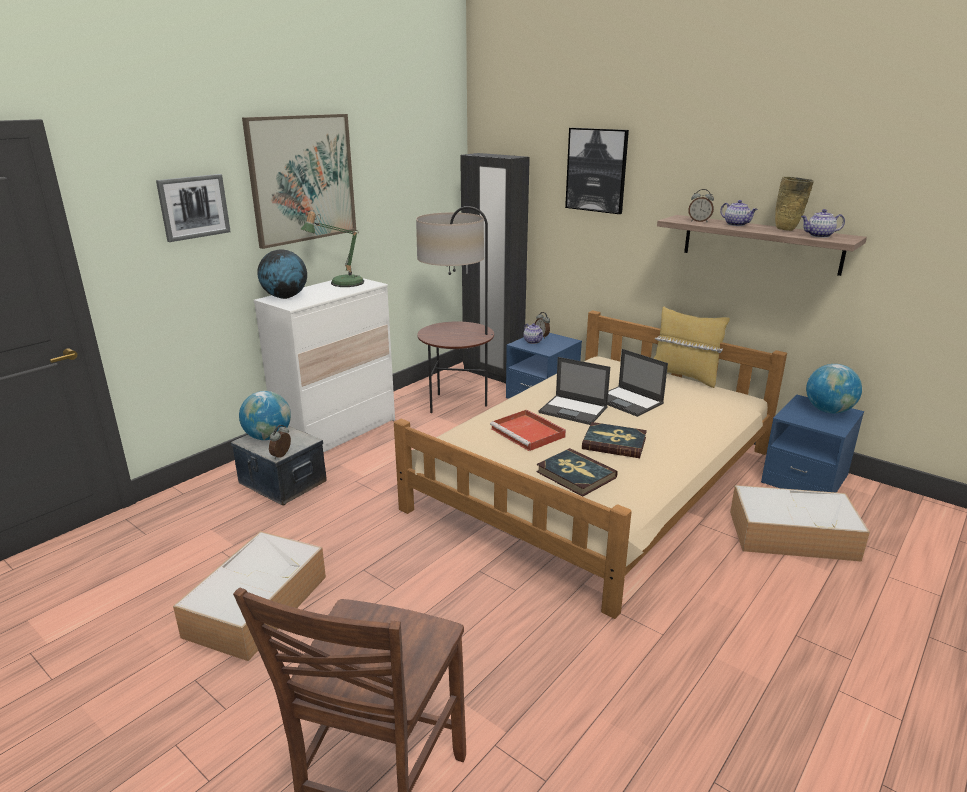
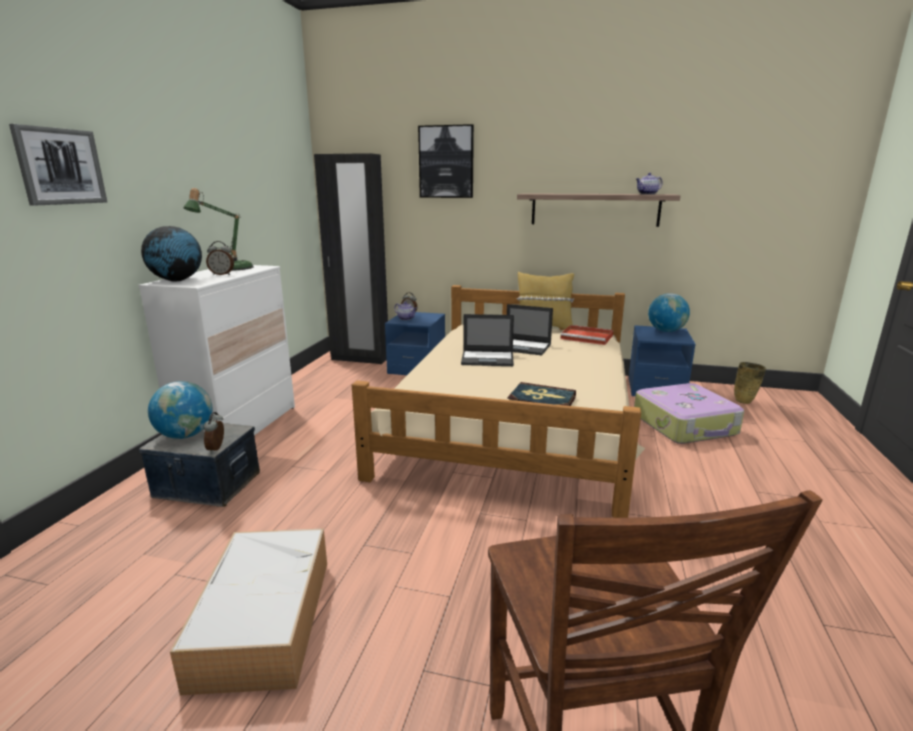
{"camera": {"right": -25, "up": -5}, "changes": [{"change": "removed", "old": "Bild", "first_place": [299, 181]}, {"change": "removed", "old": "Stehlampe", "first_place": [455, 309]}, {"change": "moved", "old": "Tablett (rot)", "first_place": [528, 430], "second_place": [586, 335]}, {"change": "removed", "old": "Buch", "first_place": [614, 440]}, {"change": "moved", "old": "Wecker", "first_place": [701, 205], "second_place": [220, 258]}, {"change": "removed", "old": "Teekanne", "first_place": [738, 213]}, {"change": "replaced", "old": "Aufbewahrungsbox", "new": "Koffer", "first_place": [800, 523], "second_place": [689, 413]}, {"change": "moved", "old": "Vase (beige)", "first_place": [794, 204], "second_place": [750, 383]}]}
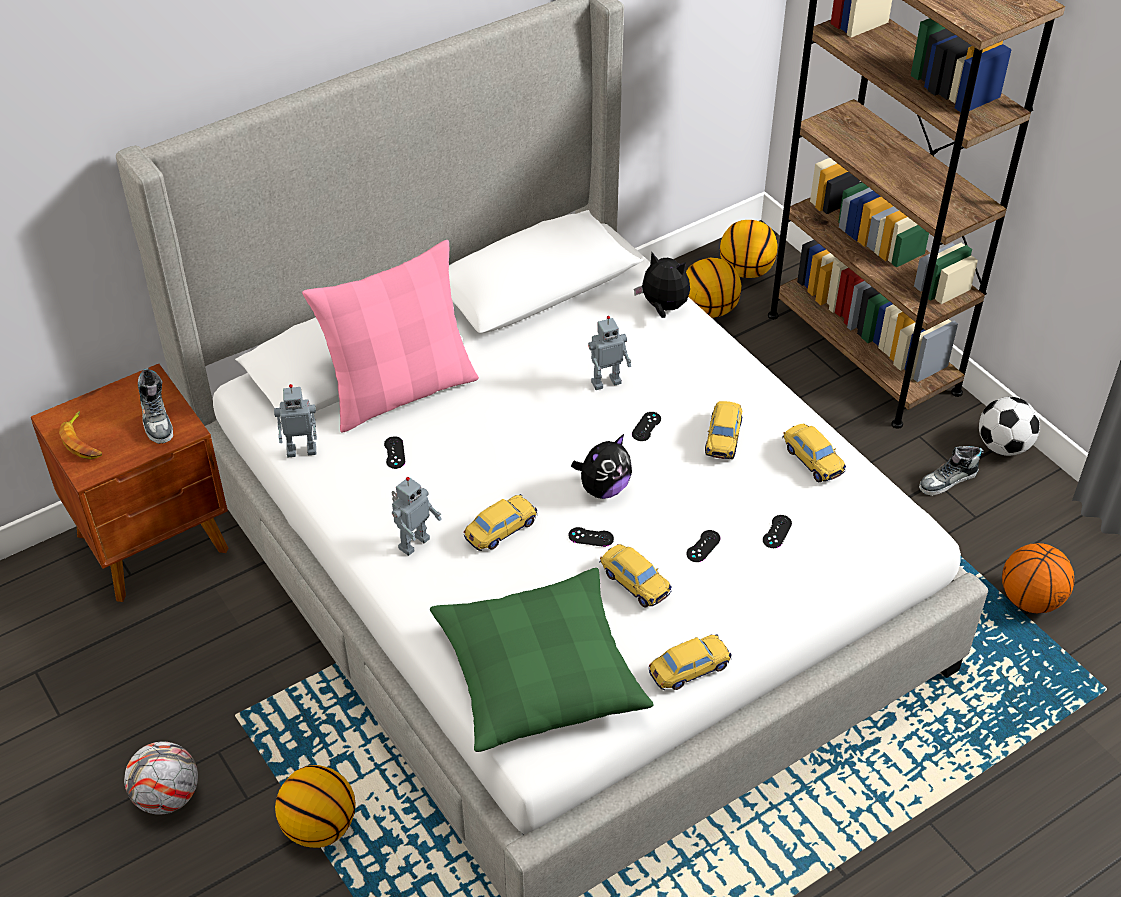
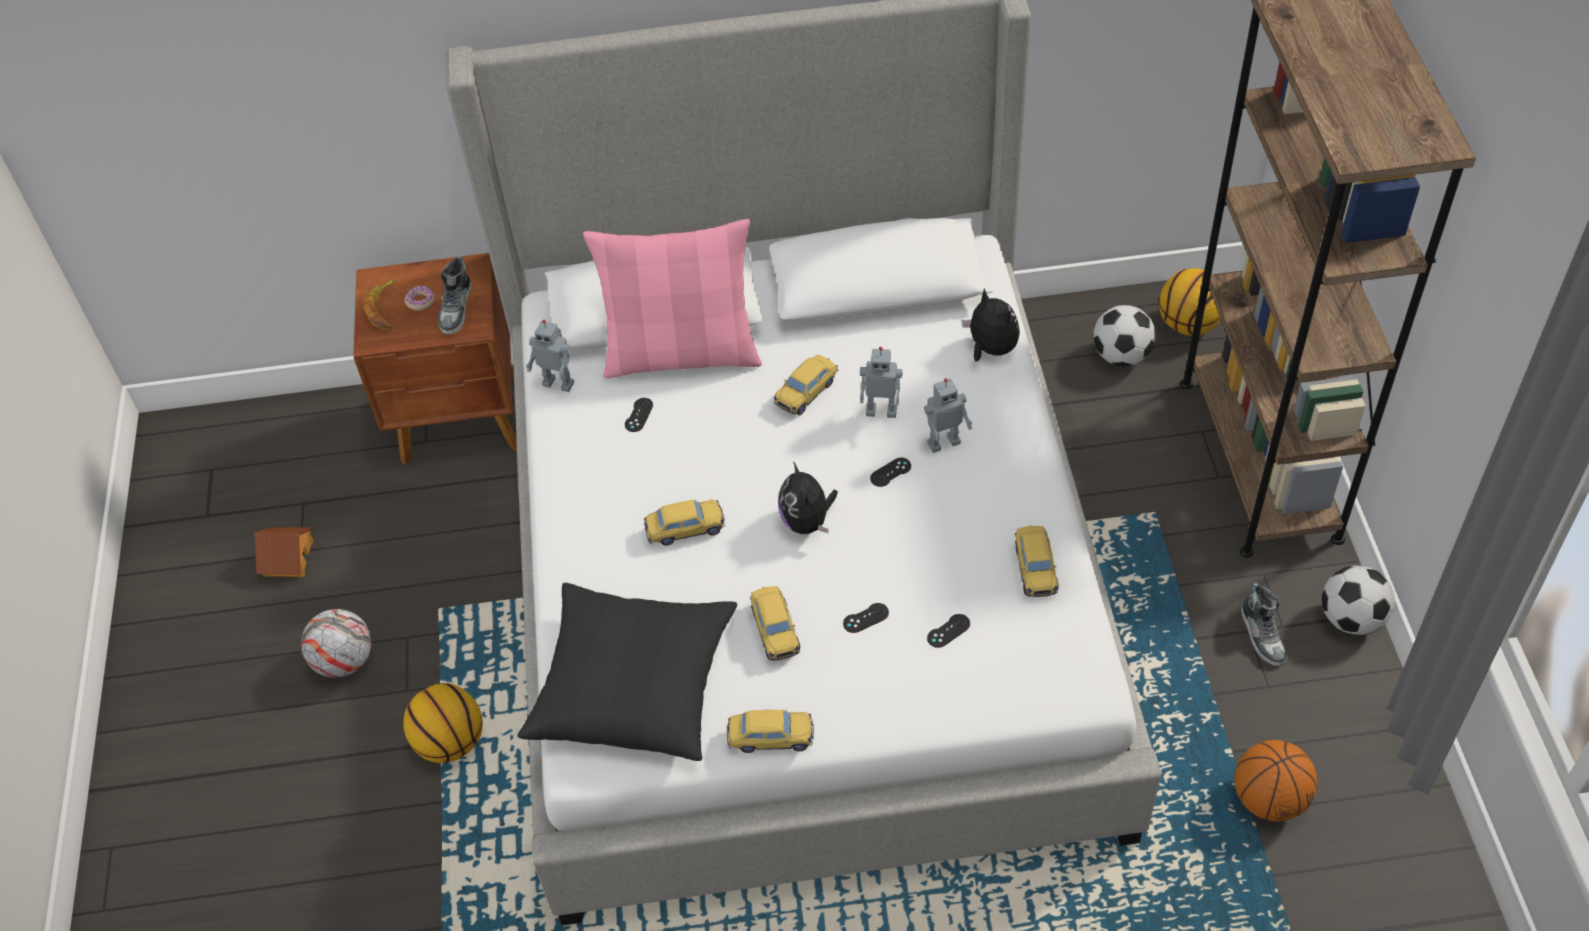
{"camera": {"right": 30, "up": 5}, "changes": [{"change": "moved", "old": "Spielzeugroboter", "first_place": [417, 516], "second_place": [948, 415]}, {"change": "recoloured", "old": "Kissen (grün)", "new": "Kissen (schwarz)", "first_place": [542, 660], "second_place": [627, 672]}, {"change": "removed", "old": "Gamepad (schwarz)", "first_place": [591, 537]}, {"change": "turned", "old": "Plüschtier", "first_place": [601, 466], "second_place": [808, 498], "degrees": 90}, {"change": "replaced", "old": "Basketball", "new": "Fußball", "first_place": [713, 288], "second_place": [1124, 335]}, {"change": "moved", "old": "Spielzeugauto", "first_place": [723, 430], "second_place": [806, 385]}, {"change": "turned", "old": "Schuh", "first_place": [951, 471], "second_place": [1264, 624], "degrees": -105}, {"change": "added", "new": "Spielzeughaus", "second_place": [284, 552]}, {"change": "added", "new": "Donut", "second_place": [420, 298]}]}
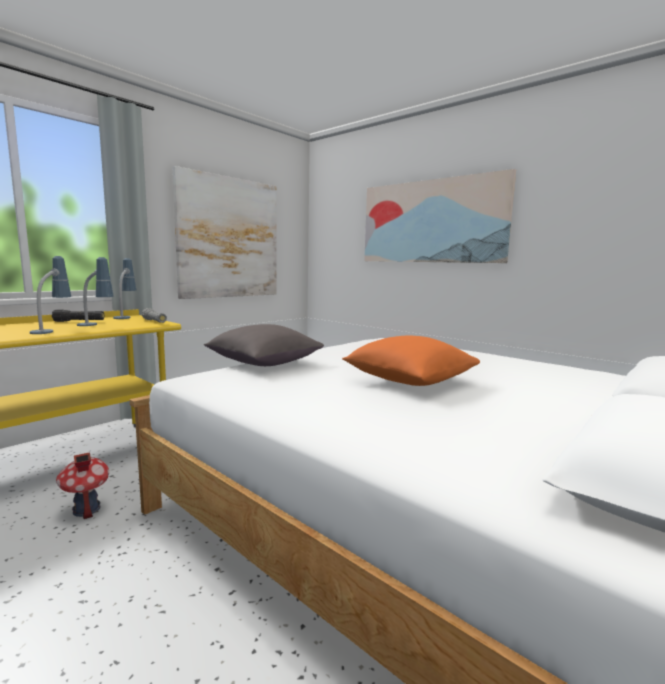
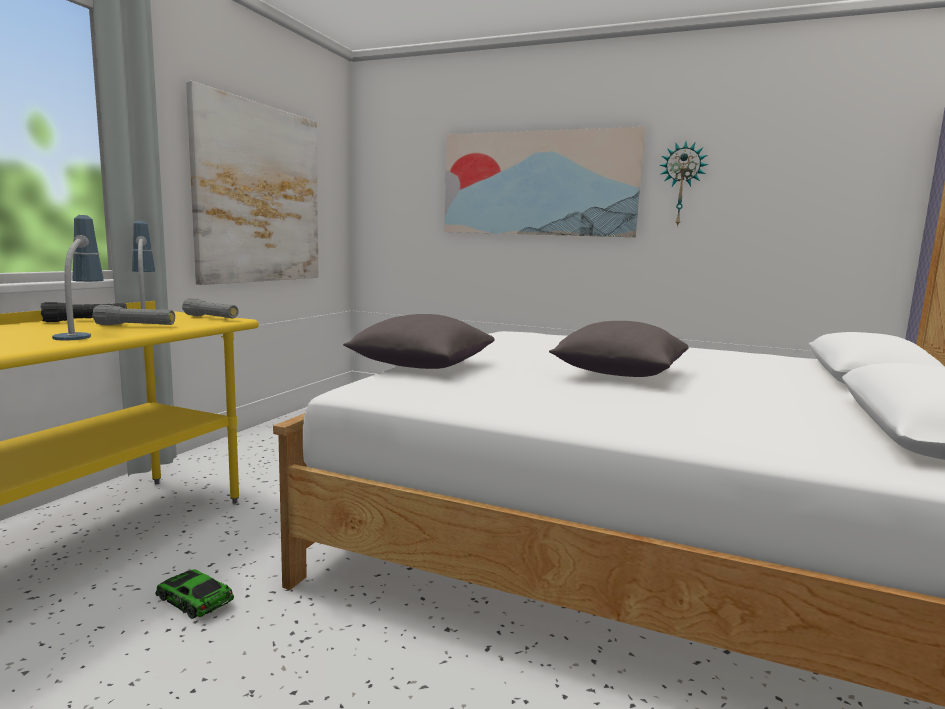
{"camera": {"right": -20, "up": 0}, "changes": [{"change": "replaced", "old": "Spielzeughaus", "new": "Spielzeugauto", "first_place": [82, 485], "second_place": [194, 594]}, {"change": "replaced", "old": "Tischlampe", "new": "Taschenlampe (grau)", "first_place": [95, 291], "second_place": [133, 315]}, {"change": "recoloured", "old": "Kissen (orange)", "new": "Kissen (grau)", "first_place": [411, 360], "second_place": [619, 349]}, {"change": "added", "new": "Wanduhr", "second_place": [683, 184]}]}
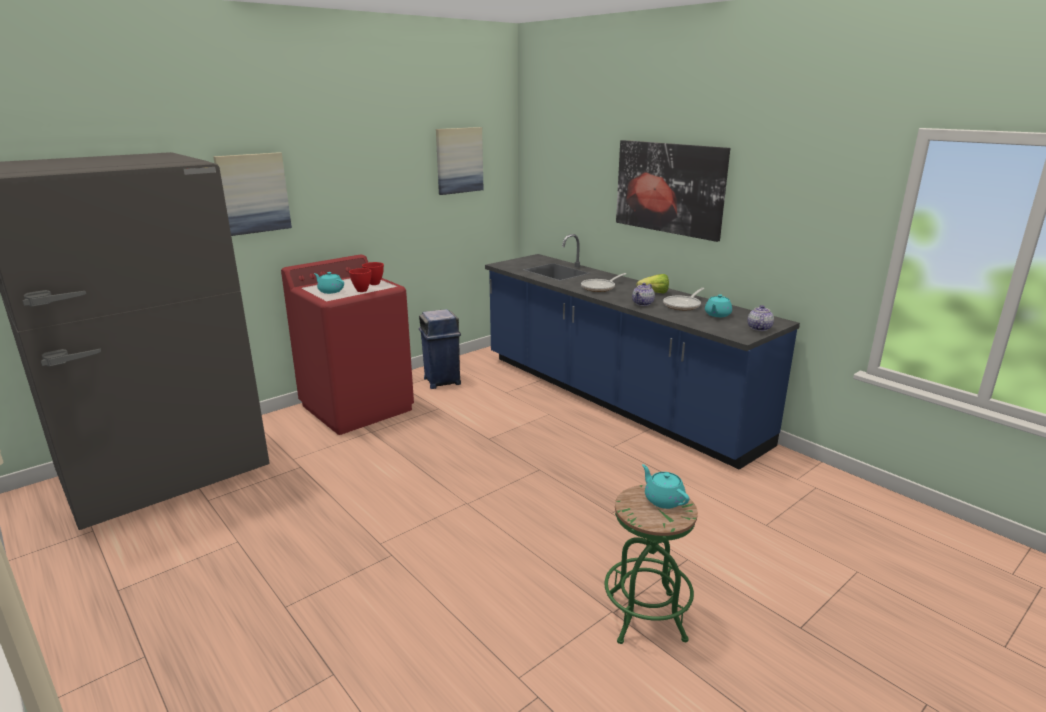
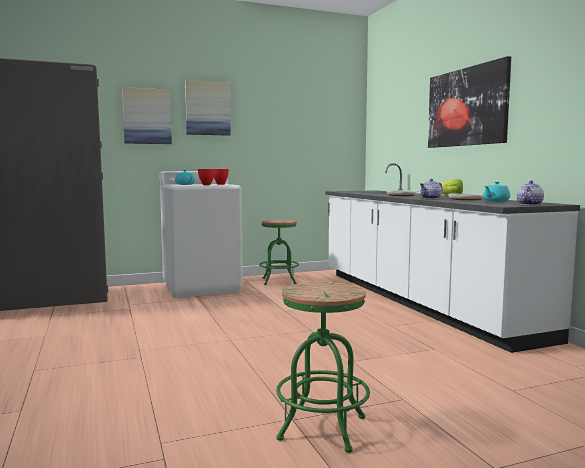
{"camera": {"right": 20, "up": -15}, "changes": [{"change": "recoloured", "old": "Waschmaschine (rot)", "new": "Waschmaschine (weiß)", "first_place": [347, 344], "second_place": [201, 234]}, {"change": "replaced", "old": "Mülleimer (blau)", "new": "Hocker (grün)", "first_place": [440, 349], "second_place": [279, 252]}, {"change": "moved", "old": "Bild", "first_place": [460, 161], "second_place": [208, 108]}, {"change": "recoloured", "old": "Küchenzeile (blau)", "new": "Küchenzeile (weiß)", "first_place": [642, 352], "second_place": [452, 258]}, {"change": "removed", "old": "Teekanne (türkis)", "first_place": [665, 486]}]}
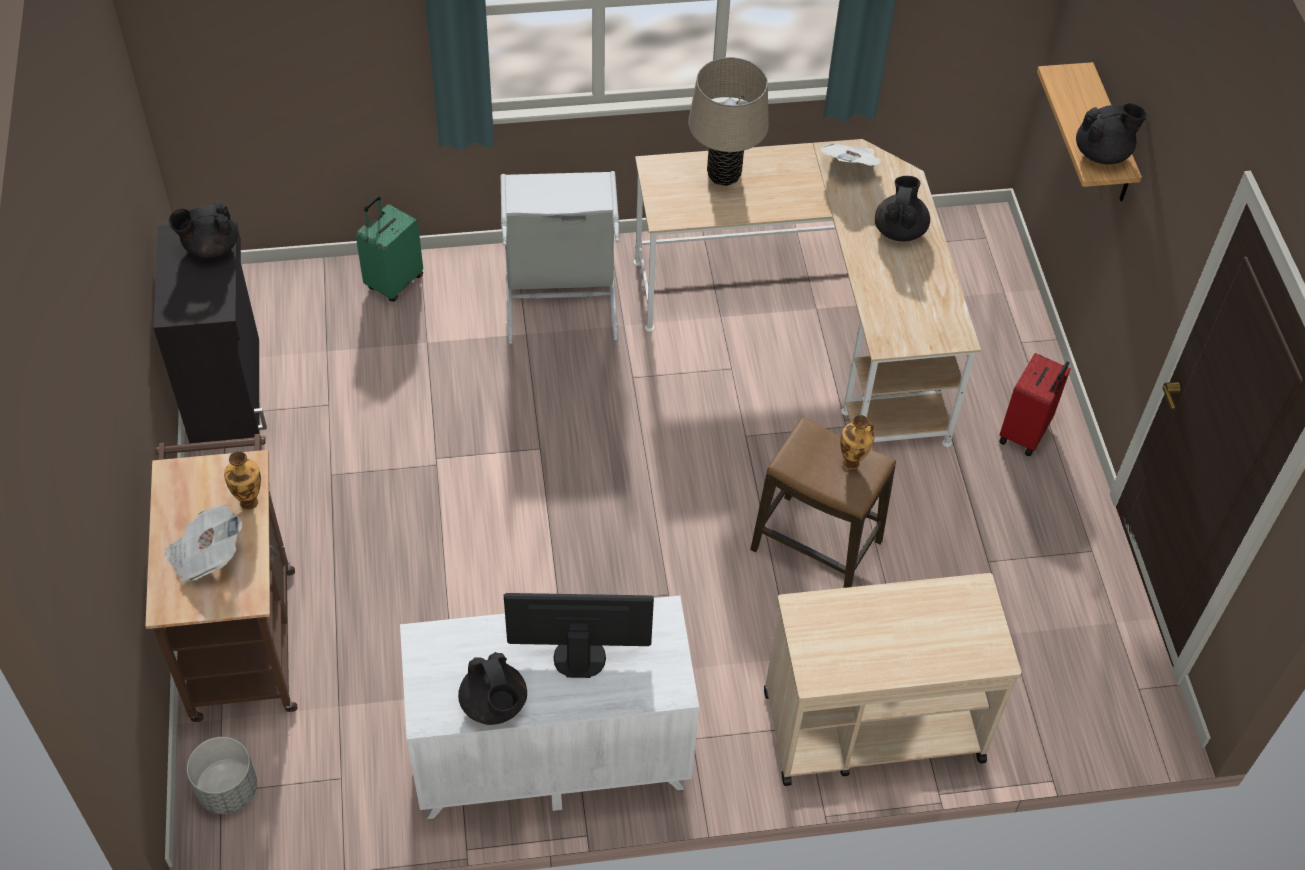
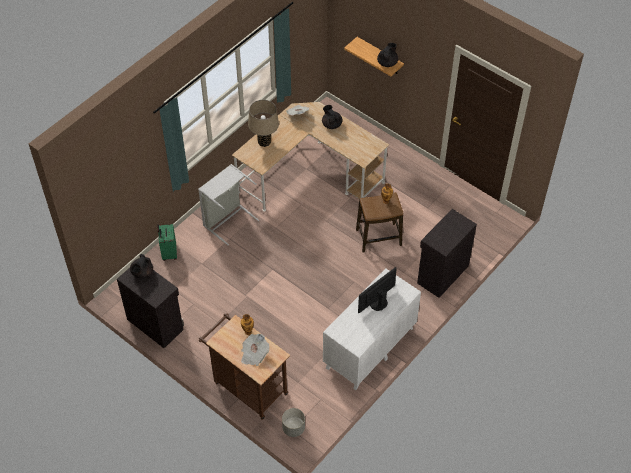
{"camera": {"right": -40, "up": 0}, "changes": [{"change": "removed", "old": "Teekanne (schwarz)", "first_place": [492, 688]}, {"change": "replaced", "old": "Rollwagen (beige)", "new": "Schrank (schwarz)", "first_place": [892, 679], "second_place": [447, 253]}, {"change": "removed", "old": "Koffer (rot)", "first_place": [1035, 404]}]}
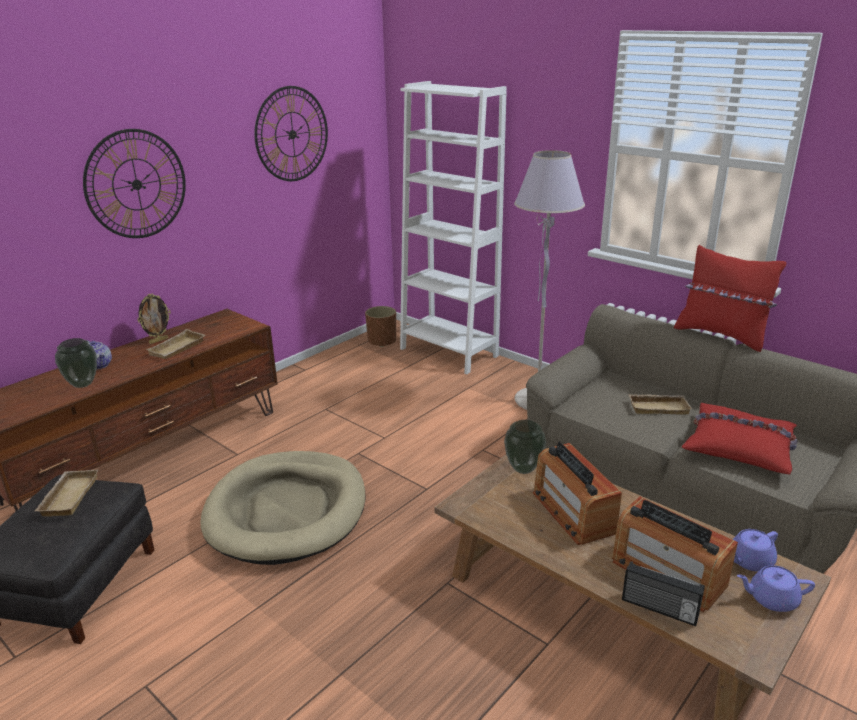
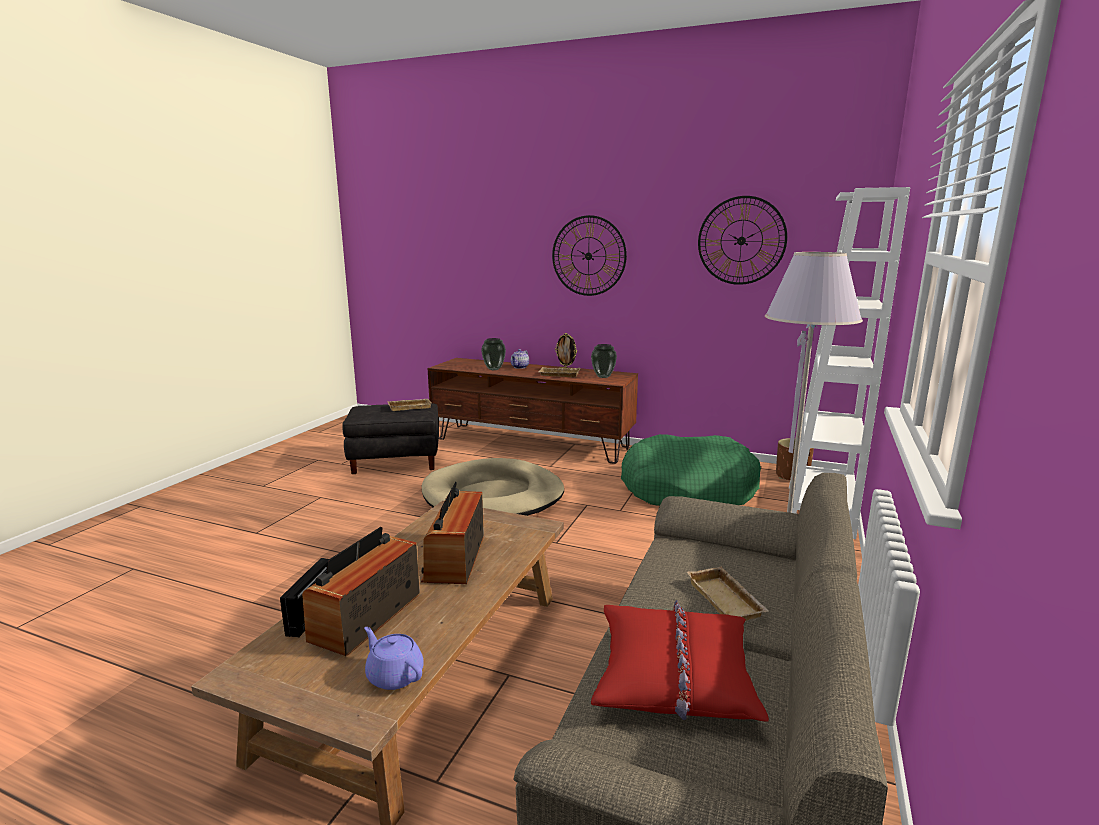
{"camera": {"right": 70, "up": -10}, "changes": [{"change": "moved", "old": "Vase", "first_place": [525, 447], "second_place": [604, 361]}, {"change": "turned", "old": "Radio", "first_place": [577, 493], "second_place": [452, 533], "degrees": -45}, {"change": "removed", "old": "Kissen (rot)", "first_place": [730, 298]}, {"change": "removed", "old": "Teekanne (lila)", "first_place": [776, 588]}, {"change": "added", "new": "Hundebett (grün)", "second_place": [691, 470]}]}
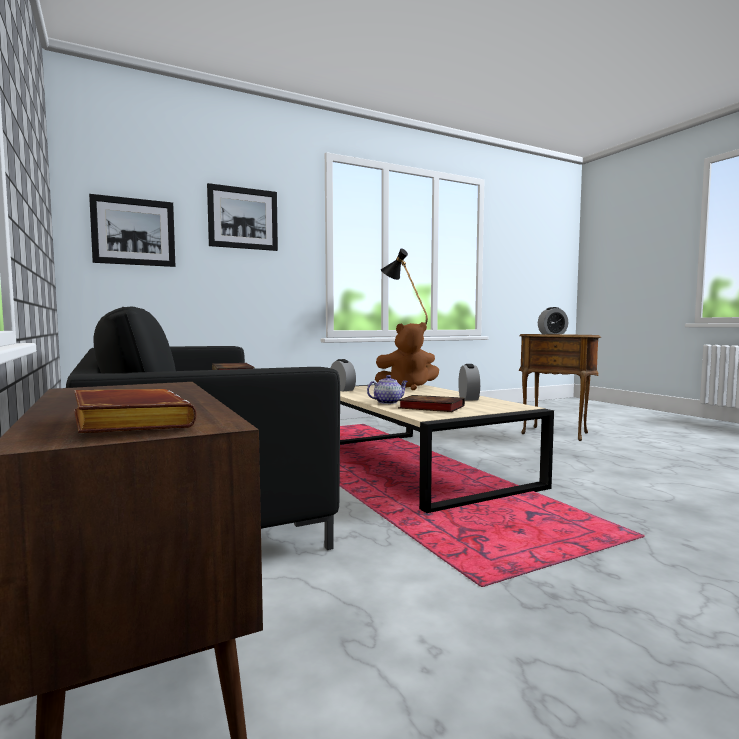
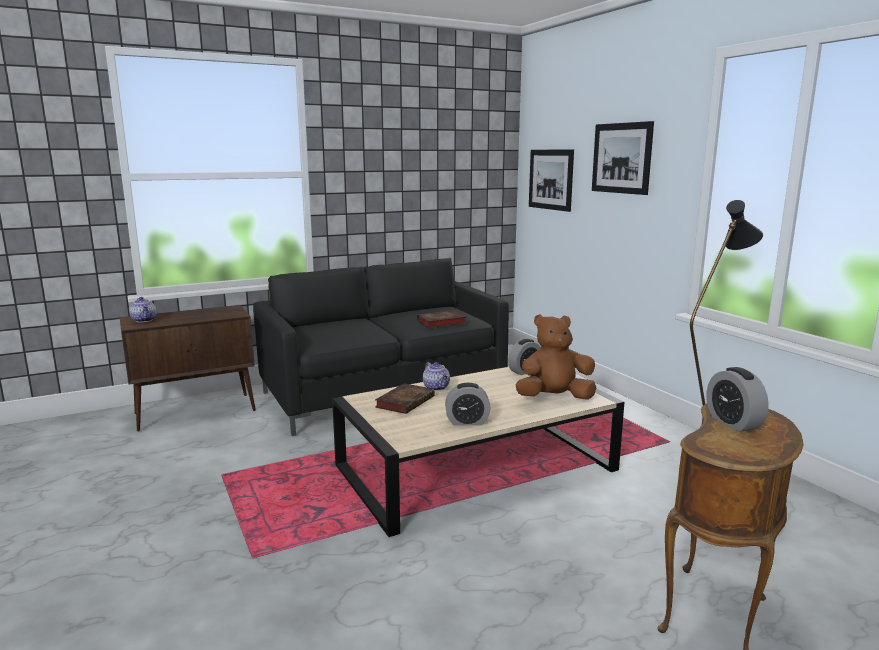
{"camera": {"right": 90, "up": 10}, "changes": [{"change": "replaced", "old": "Buch (braun)", "new": "Teekanne", "first_place": [135, 411], "second_place": [142, 309]}, {"change": "turned", "old": "Plüschtier (braun)", "first_place": [407, 356], "second_place": [555, 357], "degrees": 90}]}
